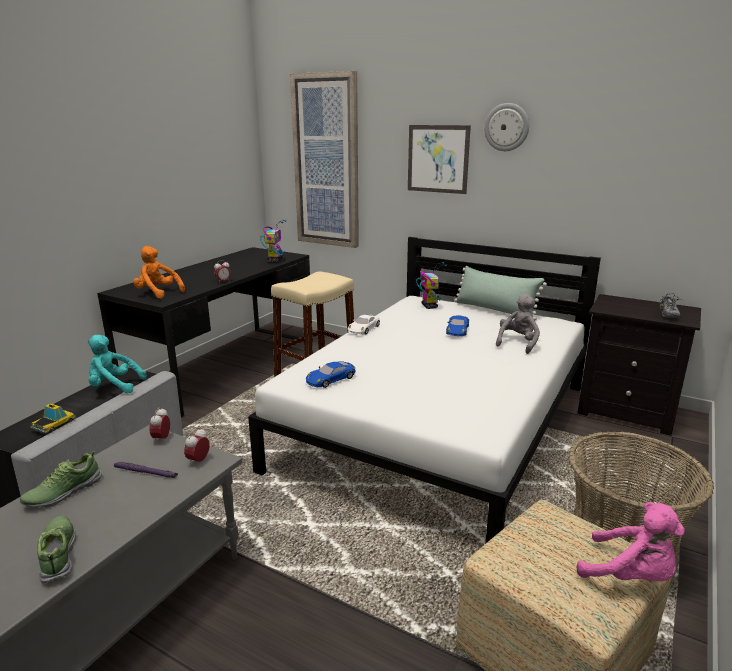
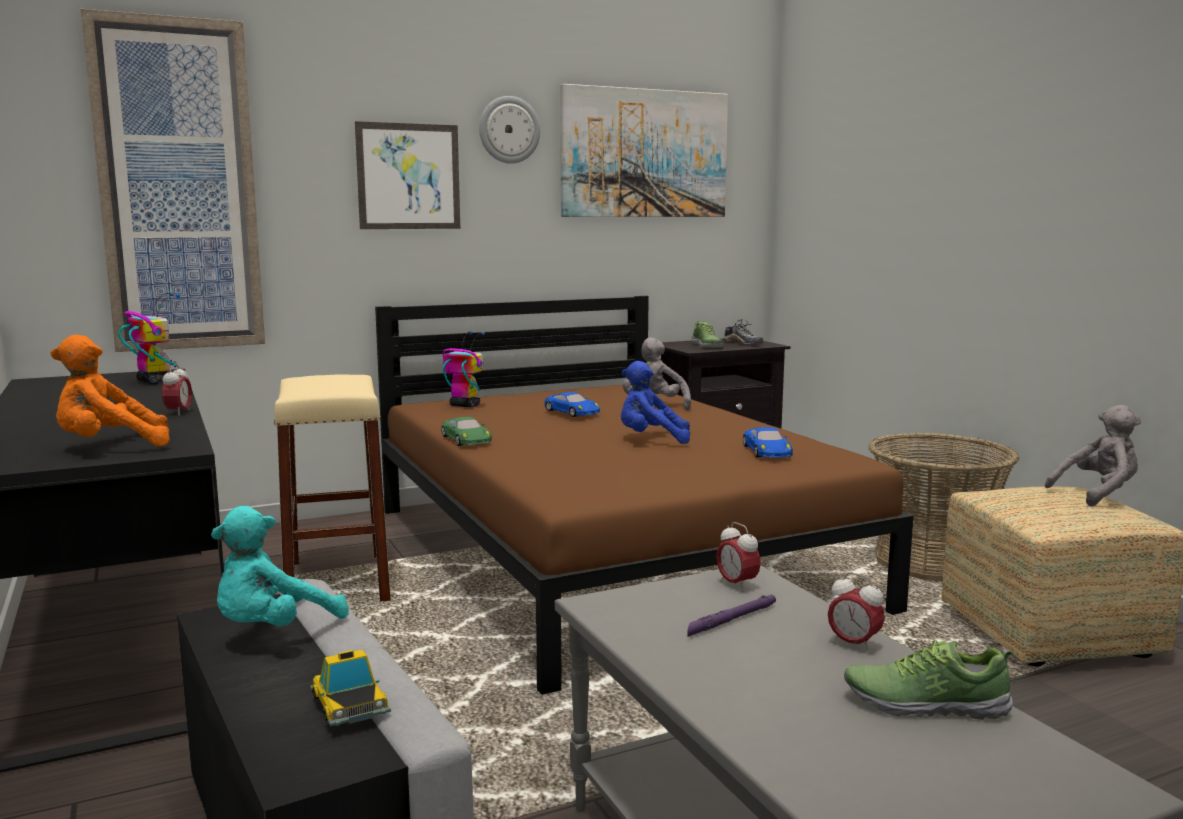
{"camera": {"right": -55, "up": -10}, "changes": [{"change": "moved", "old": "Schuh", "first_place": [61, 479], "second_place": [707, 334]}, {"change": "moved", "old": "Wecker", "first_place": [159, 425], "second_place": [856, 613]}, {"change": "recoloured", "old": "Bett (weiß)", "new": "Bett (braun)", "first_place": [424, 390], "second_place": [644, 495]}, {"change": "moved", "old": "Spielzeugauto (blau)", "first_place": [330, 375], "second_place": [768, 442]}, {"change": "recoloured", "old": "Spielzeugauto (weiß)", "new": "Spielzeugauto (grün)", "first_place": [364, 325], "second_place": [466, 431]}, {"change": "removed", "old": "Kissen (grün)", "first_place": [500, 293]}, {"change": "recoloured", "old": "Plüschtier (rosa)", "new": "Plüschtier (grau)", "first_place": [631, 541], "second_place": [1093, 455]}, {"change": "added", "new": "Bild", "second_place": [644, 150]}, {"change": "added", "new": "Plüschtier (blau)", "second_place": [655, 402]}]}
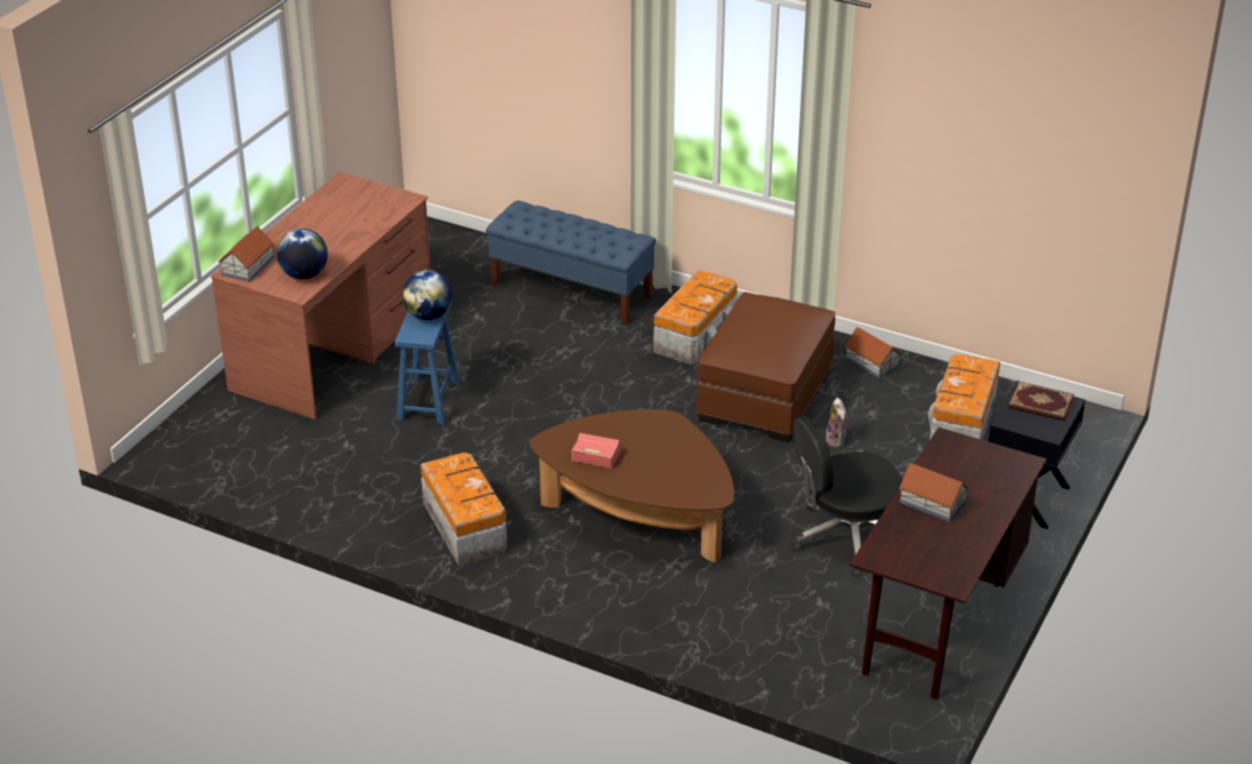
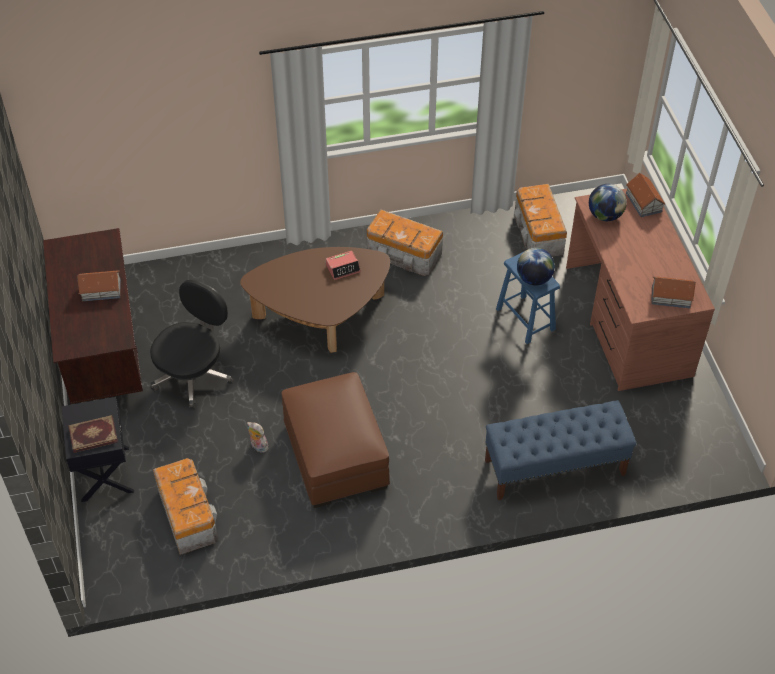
{"camera": {"right": 140, "up": 15}, "changes": [{"change": "moved", "old": "Aufbewahrungsbox", "first_place": [695, 317], "second_place": [540, 220]}, {"change": "moved", "old": "Spielzeughaus", "first_place": [874, 352], "second_place": [673, 292]}]}
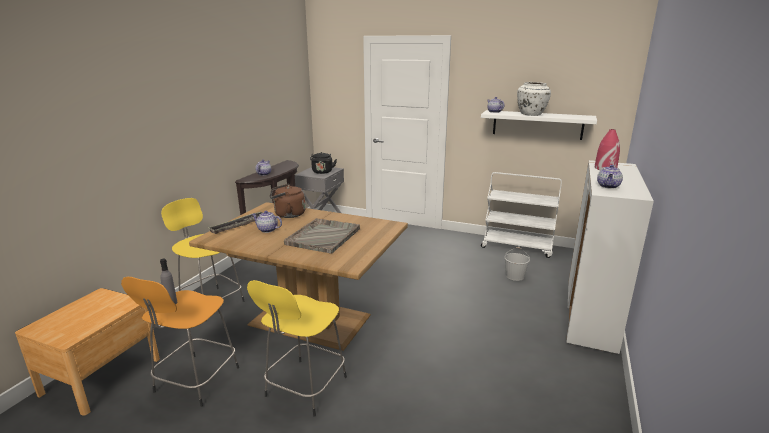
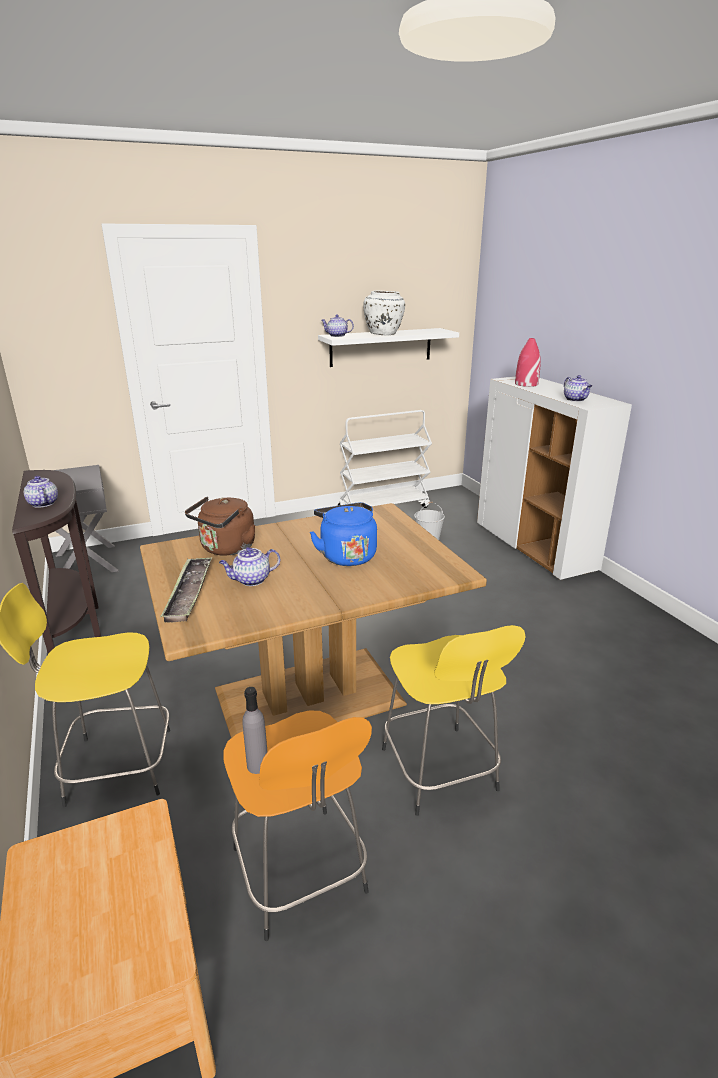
{"camera": {"right": -45, "up": 5}, "changes": [{"change": "replaced", "old": "Tablett (grau)", "new": "Wasserkessel (blau)", "first_place": [322, 236], "second_place": [343, 534]}, {"change": "removed", "old": "Wasserkessel (schwarz)", "first_place": [323, 163]}]}
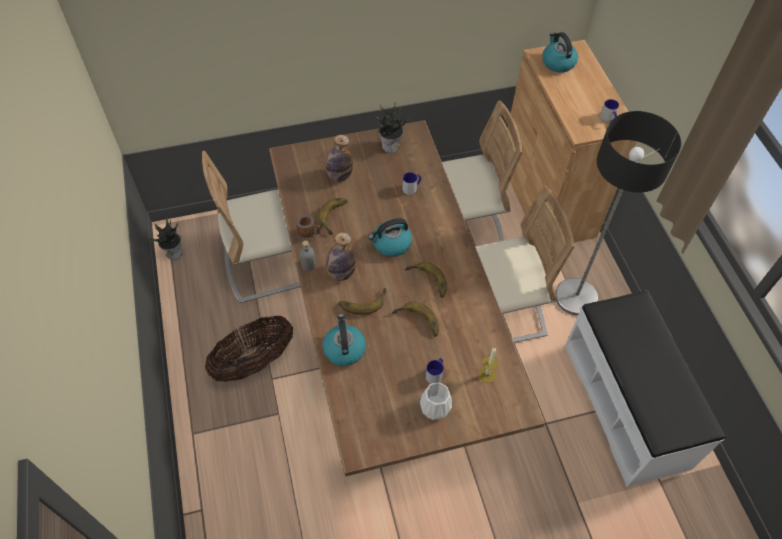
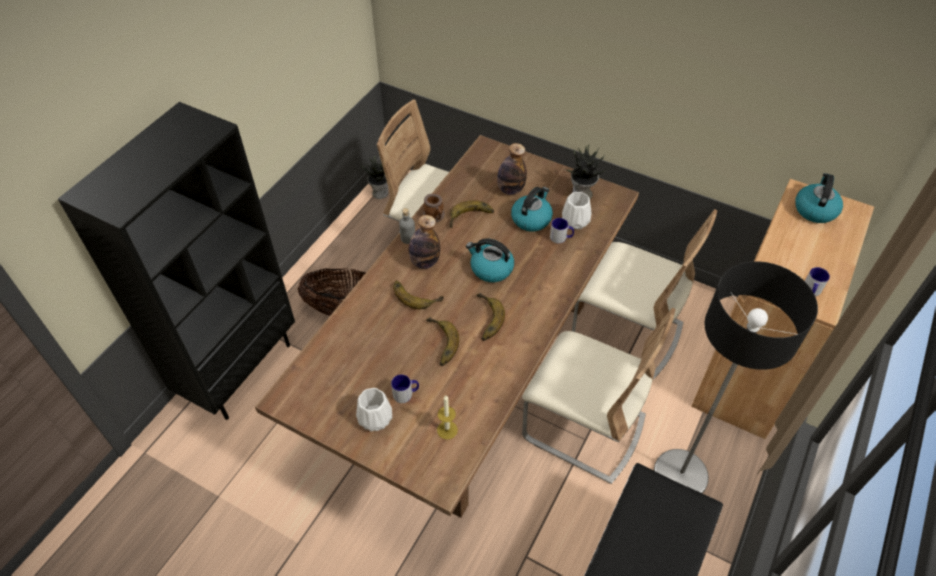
{"camera": {"right": 45, "up": -5}, "changes": [{"change": "moved", "old": "Wasserkessel", "first_place": [344, 340], "second_place": [532, 209]}, {"change": "added", "new": "Bücherregal (schwarz)", "second_place": [176, 261]}, {"change": "added", "new": "Vase (weiß)", "second_place": [577, 210]}]}
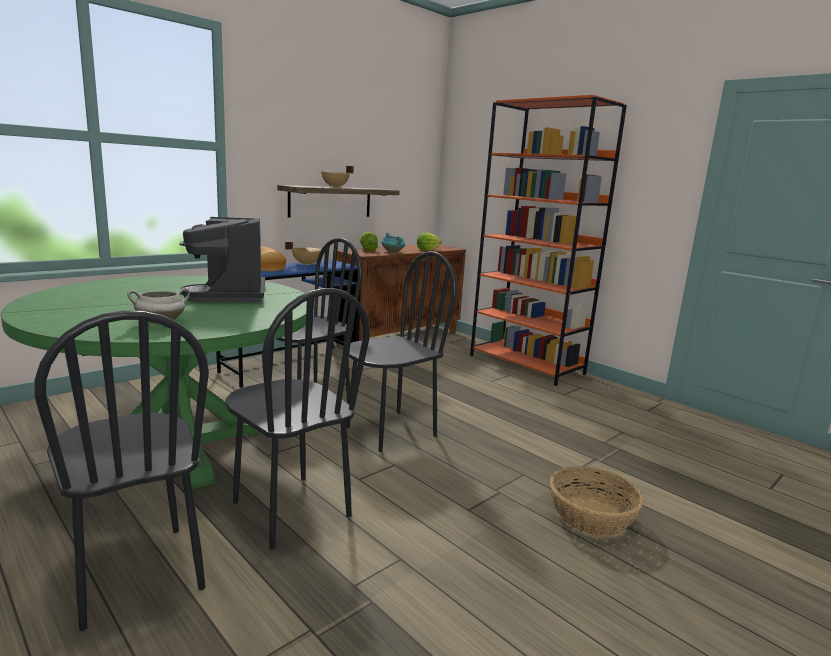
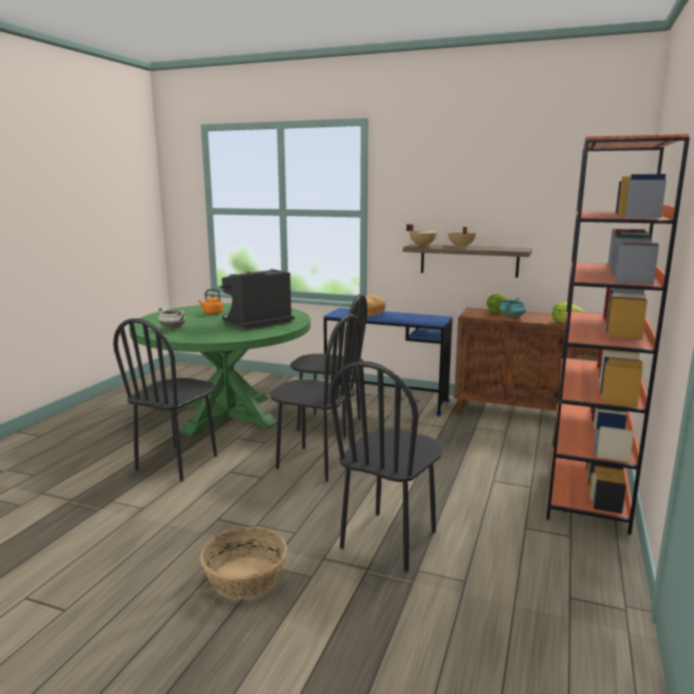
{"camera": {"right": 65, "up": 0}, "changes": [{"change": "moved", "old": "Stuhl (schwarz)", "first_place": [121, 470], "second_place": [386, 466]}, {"change": "moved", "old": "Kochtopf (beige)", "first_place": [303, 254], "second_place": [422, 235]}, {"change": "added", "new": "Wasserkessel (orange)", "second_place": [210, 302]}]}
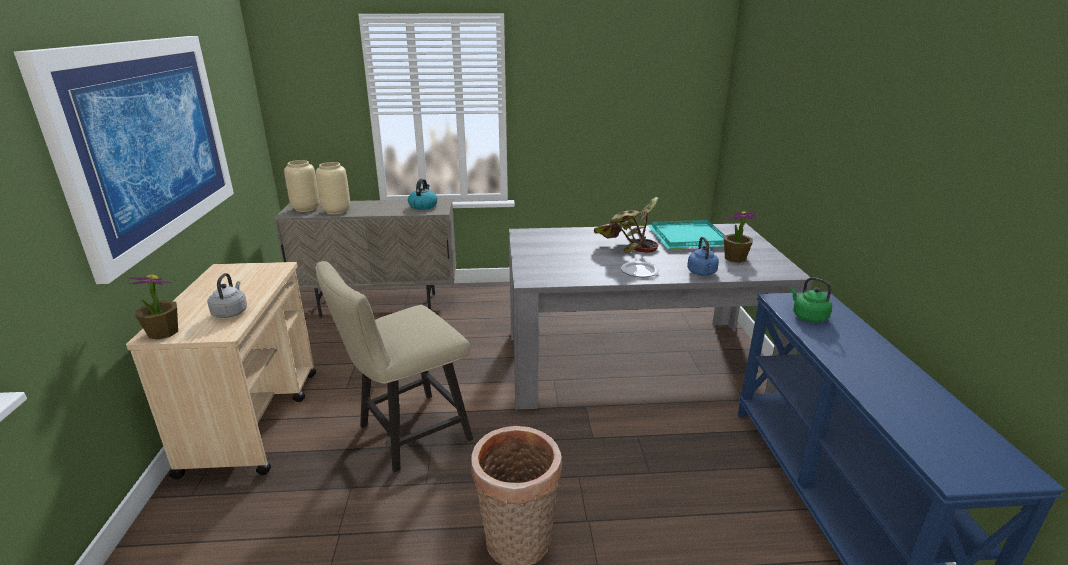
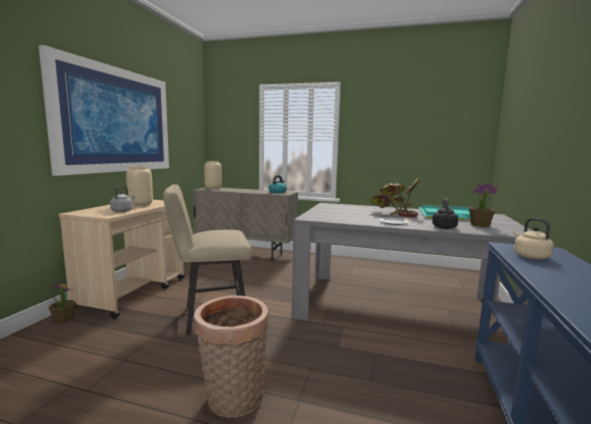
{"camera": {"right": 20, "up": -15}, "changes": [{"change": "moved", "old": "Topfpflanze", "first_place": [152, 307], "second_place": [62, 303]}, {"change": "moved", "old": "Vase (beige)", "first_place": [333, 188], "second_place": [139, 186]}, {"change": "recoloured", "old": "Wasserkessel (blau)", "new": "Wasserkessel (schwarz)", "first_place": [703, 256], "second_place": [445, 213]}, {"change": "recoloured", "old": "Wasserkessel (grün)", "new": "Wasserkessel (beige)", "first_place": [811, 299], "second_place": [533, 238]}]}
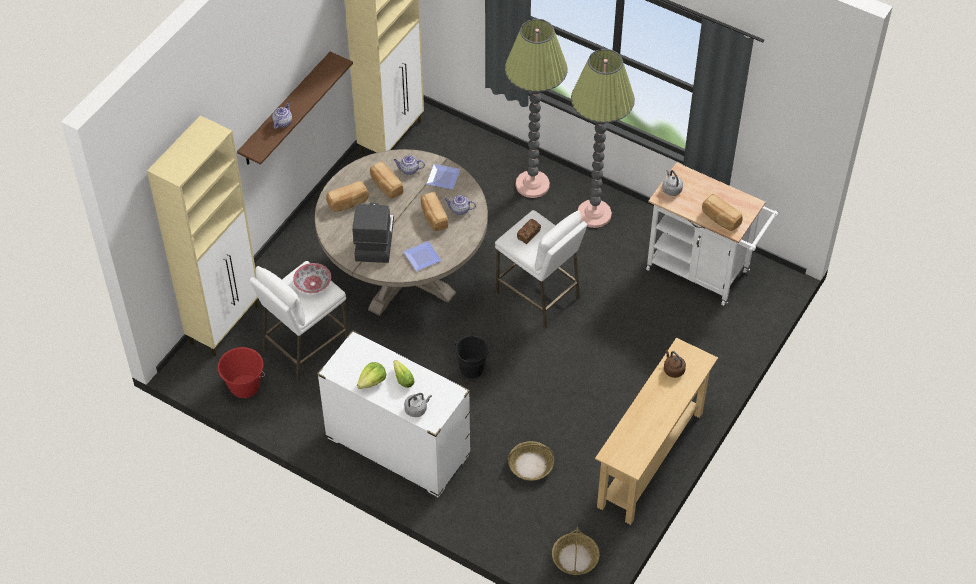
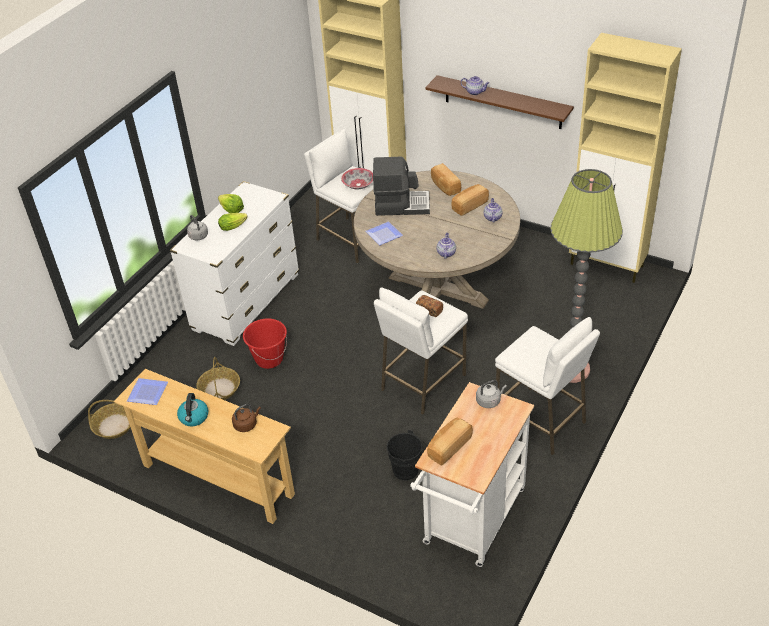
{"camera": {"right": 90, "up": -10}, "changes": [{"change": "moved", "old": "Eimer (rot)", "first_place": [241, 372], "second_place": [265, 343]}, {"change": "removed", "old": "Brot", "first_place": [434, 211]}, {"change": "moved", "old": "Teller", "first_place": [443, 177], "second_place": [147, 391]}, {"change": "moved", "old": "Eimer (schwarz)", "first_place": [473, 357], "second_place": [407, 455]}, {"change": "replaced", "old": "Stehlampe", "new": "Hocker (weiß)", "first_place": [603, 138], "second_place": [547, 386]}, {"change": "added", "new": "Wasserkessel", "second_place": [192, 409]}]}
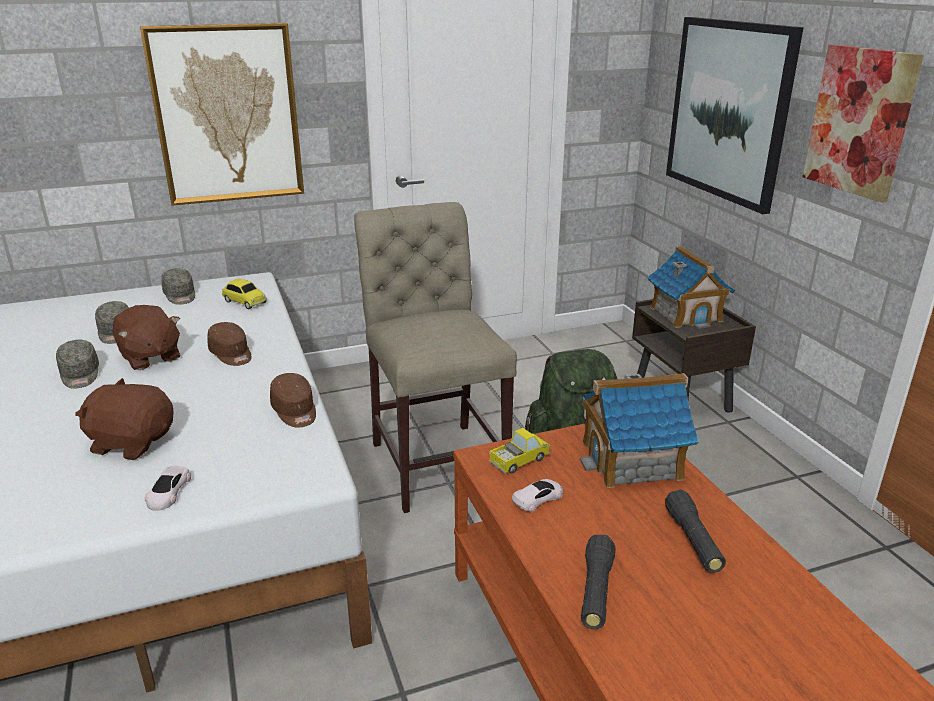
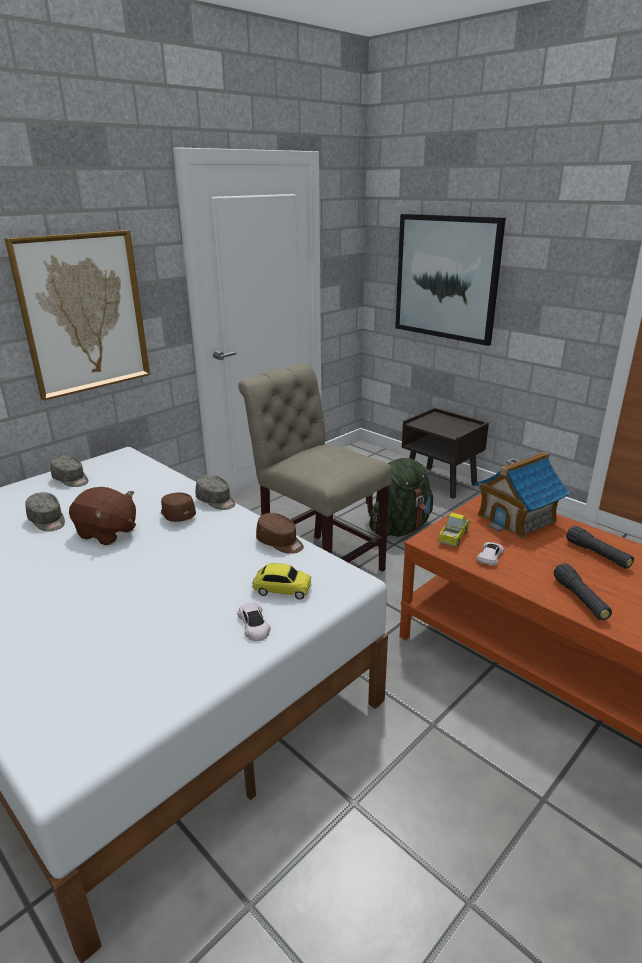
{"camera": {"right": -25, "up": 0}, "changes": [{"change": "moved", "old": "Kappe (grau)", "first_place": [77, 364], "second_place": [215, 492]}, {"change": "removed", "old": "Plüschtier (braun)", "first_place": [124, 419]}, {"change": "turned", "old": "Kappe (braun)", "first_place": [230, 344], "second_place": [178, 507], "degrees": -150}, {"change": "moved", "old": "Spielzeugauto", "first_place": [244, 294], "second_place": [282, 581]}, {"change": "removed", "old": "Spielzeughaus", "first_place": [691, 287]}, {"change": "removed", "old": "Bild", "first_place": [863, 123]}]}
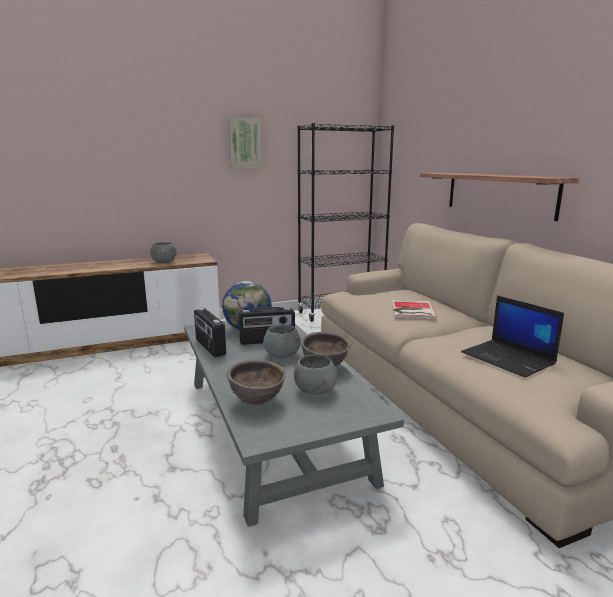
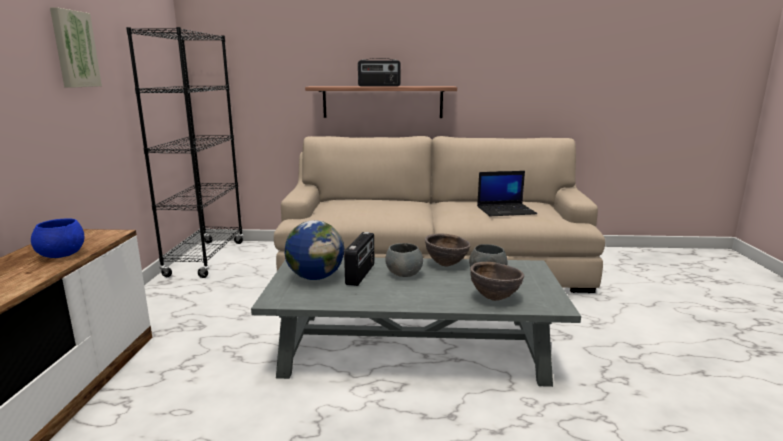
{"camera": {"right": -65, "up": 0}, "changes": [{"change": "recoloured", "old": "Schüssel (grau)", "new": "Schüssel (blau)", "first_place": [163, 252], "second_place": [57, 238]}, {"change": "moved", "old": "Radio", "first_place": [210, 333], "second_place": [379, 72]}, {"change": "removed", "old": "Buch", "first_place": [414, 309]}]}
